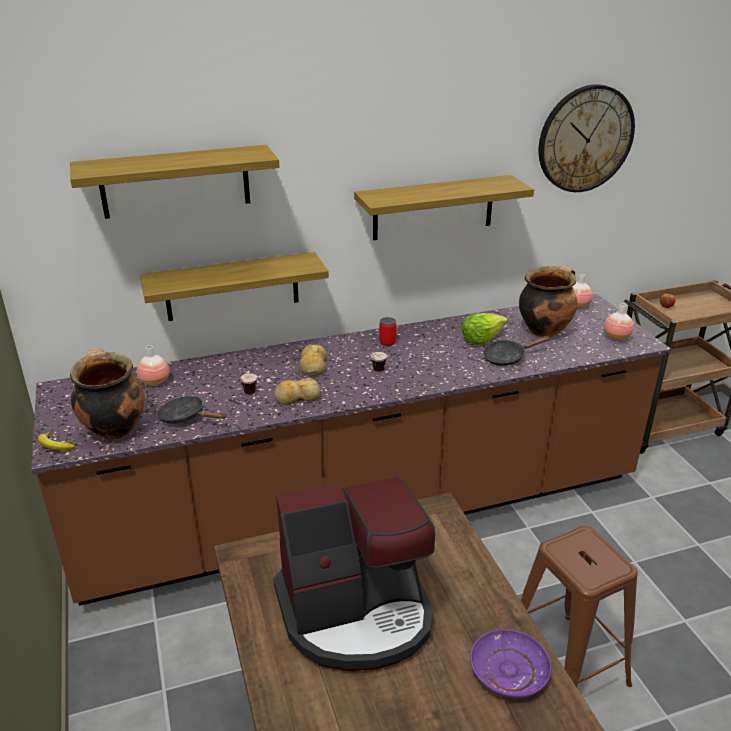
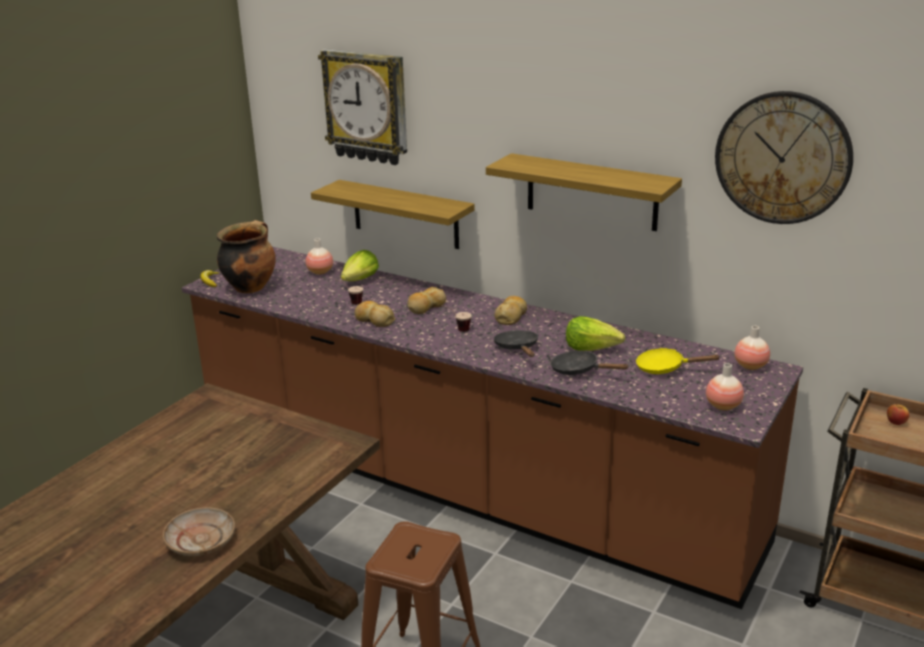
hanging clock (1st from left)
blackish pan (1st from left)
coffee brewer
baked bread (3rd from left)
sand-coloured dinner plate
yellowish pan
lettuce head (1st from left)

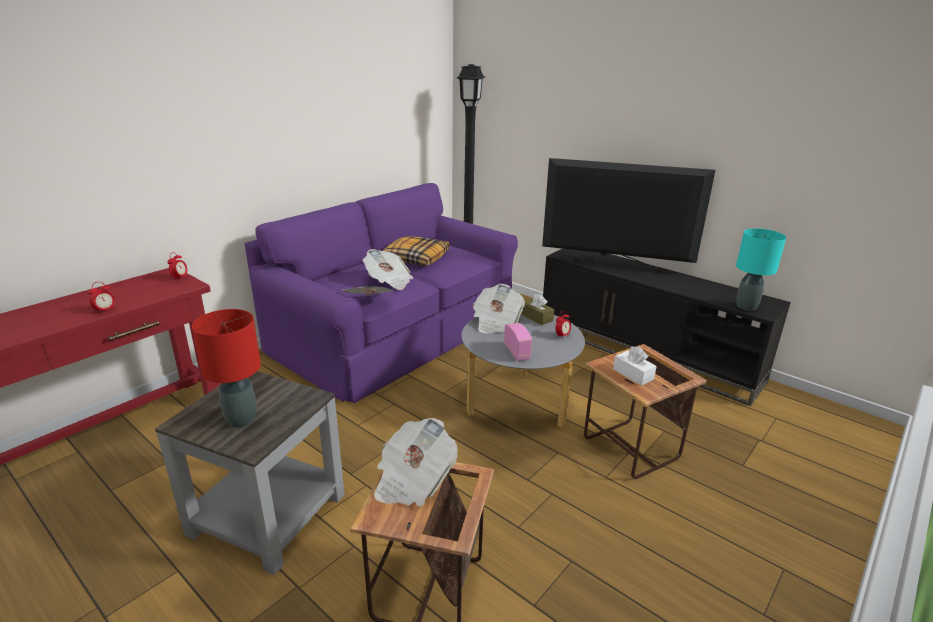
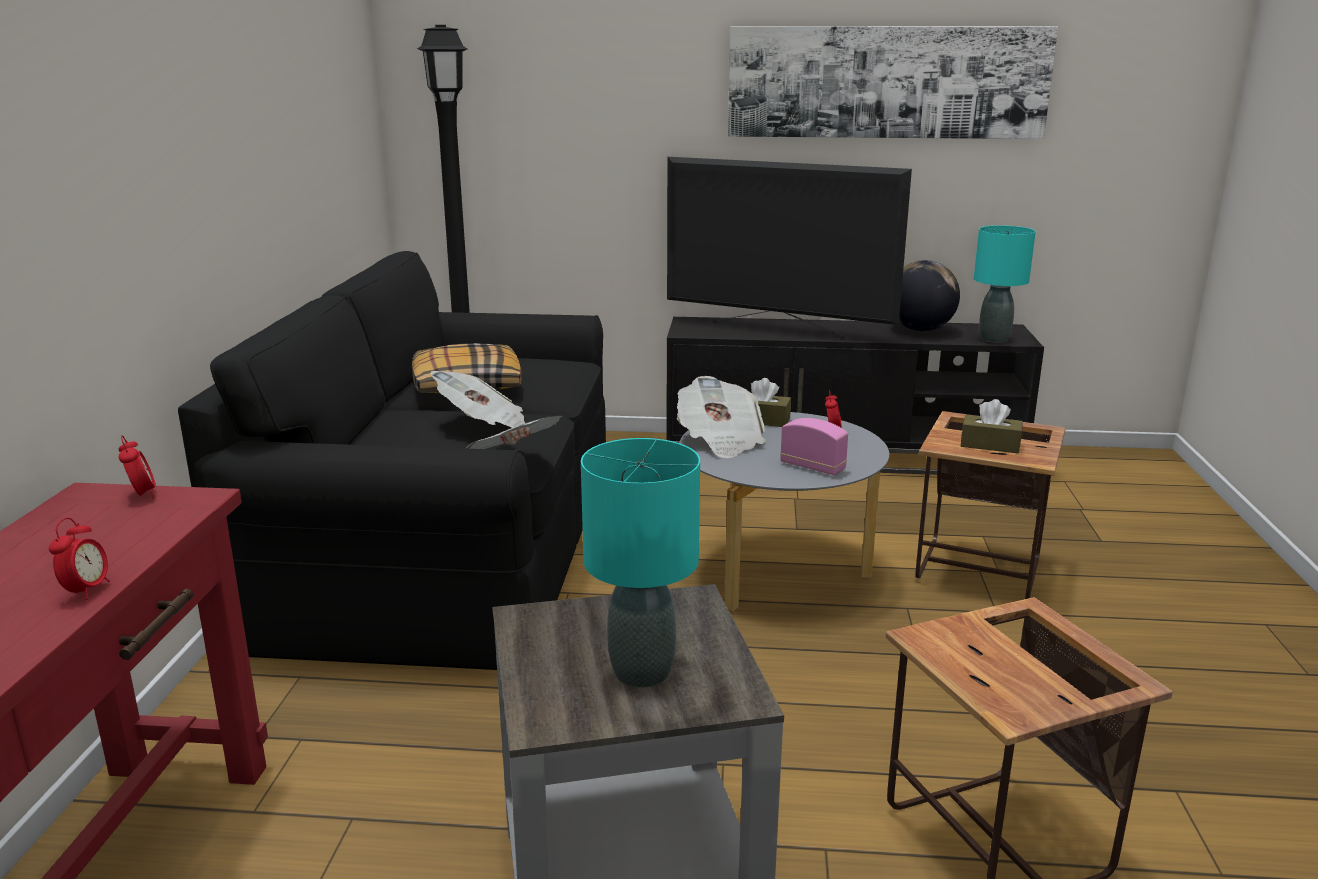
turquoise-coloured lamp for a table (1st from left)
blackish settee
printed paper (3rd from left in the first image)
TV set
brown tissue holder (2nd from left)
picture
globe

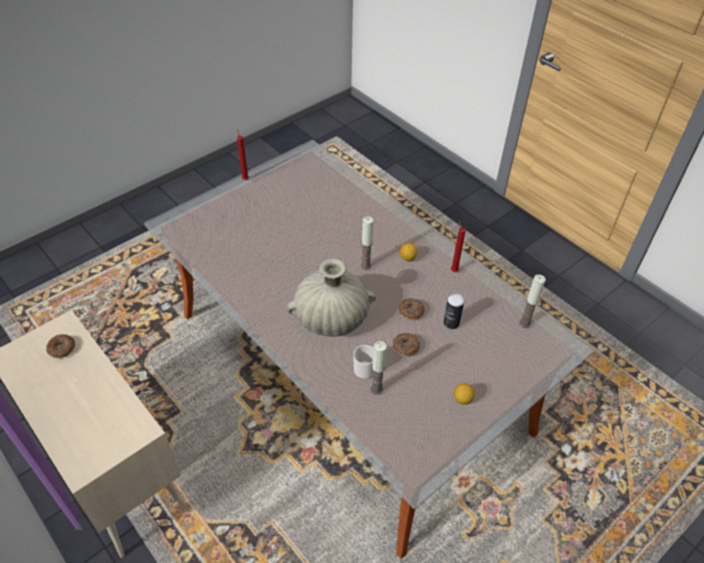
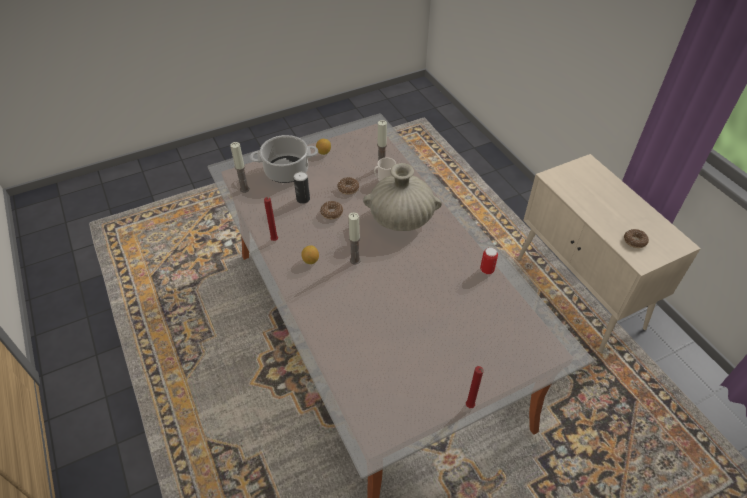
saucepot
sealed can (2nd from left)

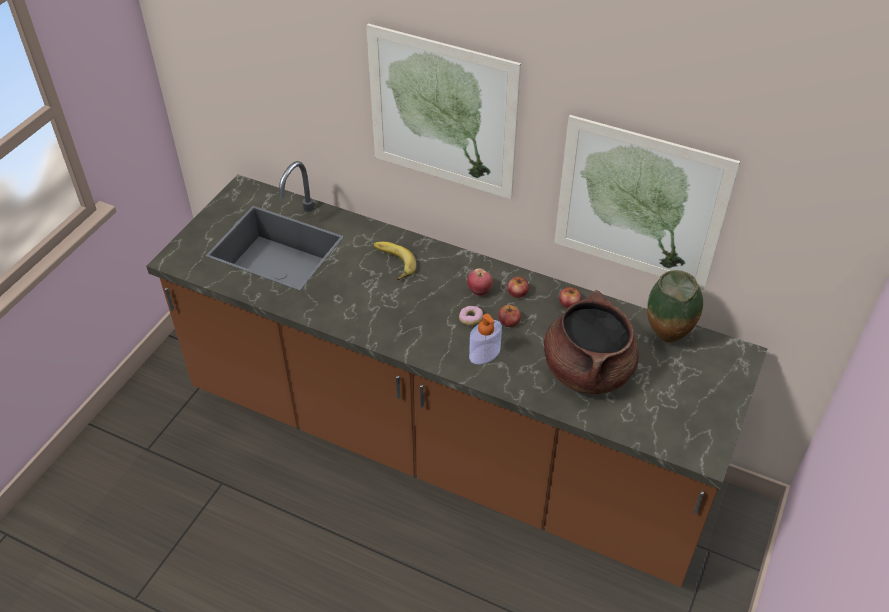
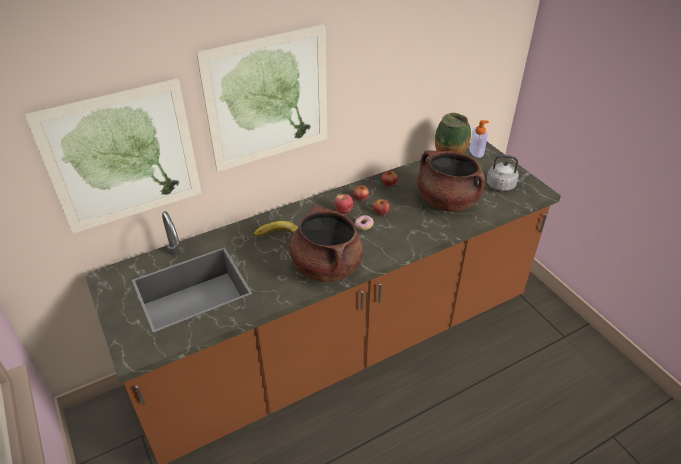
soap bottle
picture (1st from left)
brown saucepot (1st from left)
gray kettle

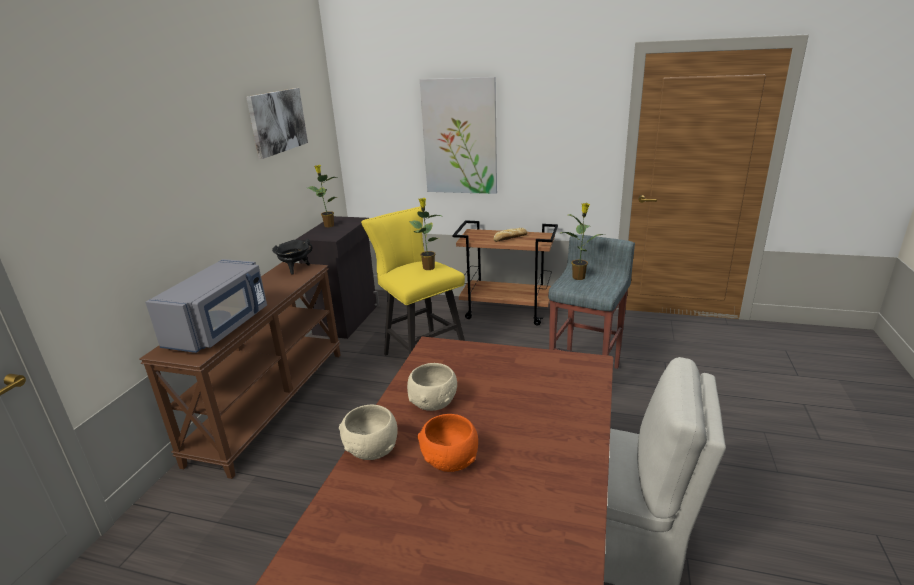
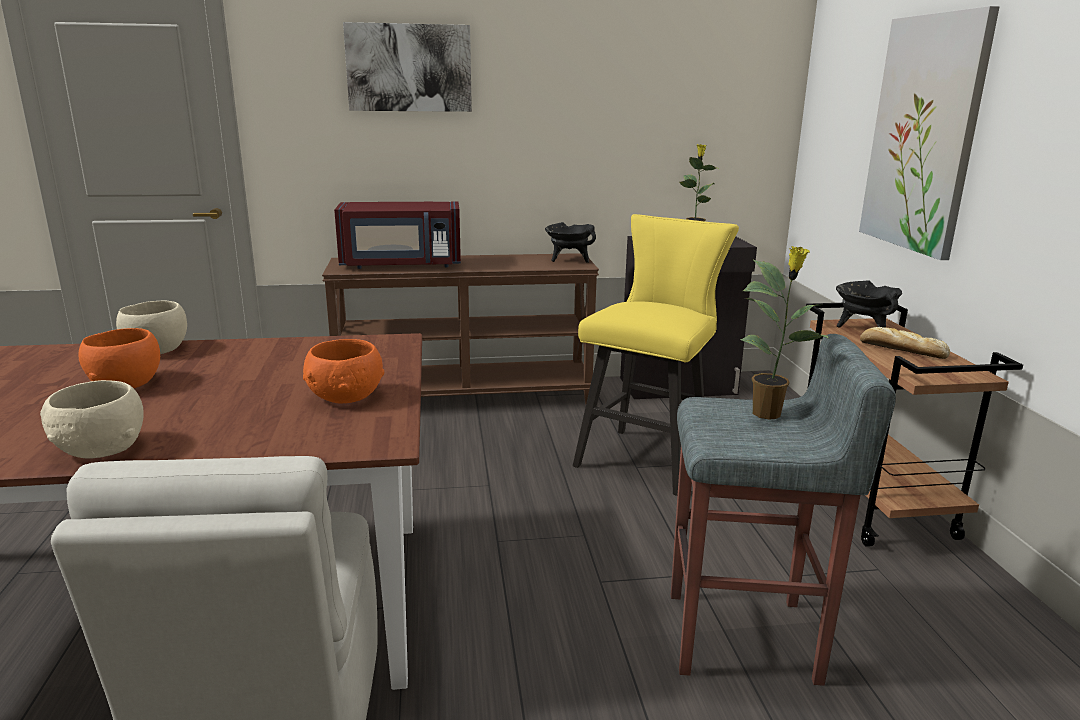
reddish kitchen microwave
picture (1st from left)
sand-coloured bowl (1st from left)
houseplant (2nd from left in the first image)
orangey bowl (2nd from left)
blackish saucepot (2nd from left)

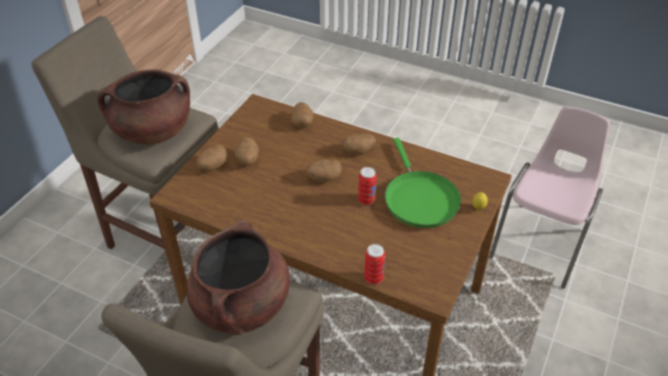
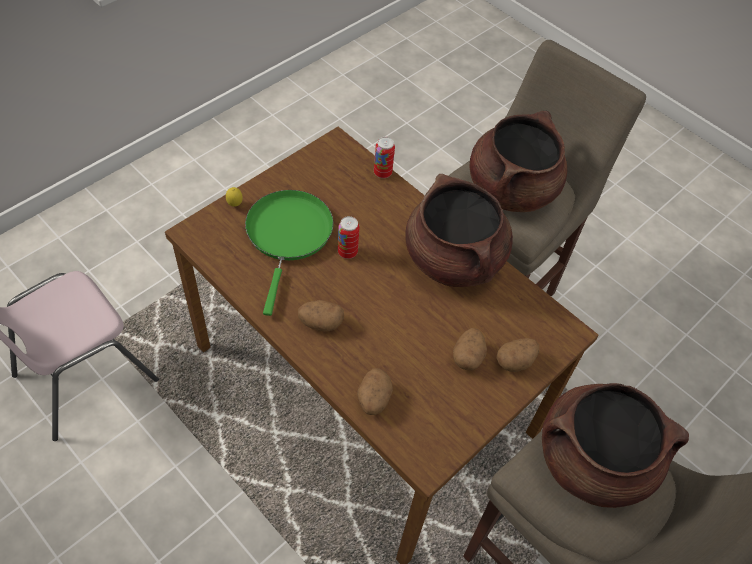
spud (4th from left in the first image)
brown saucepot (1st from left)

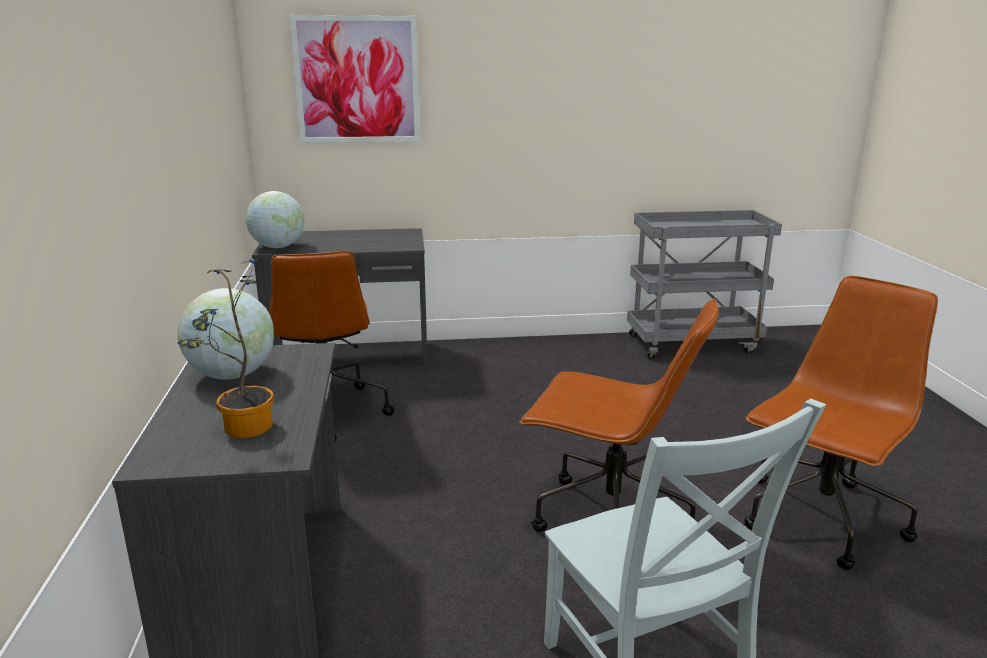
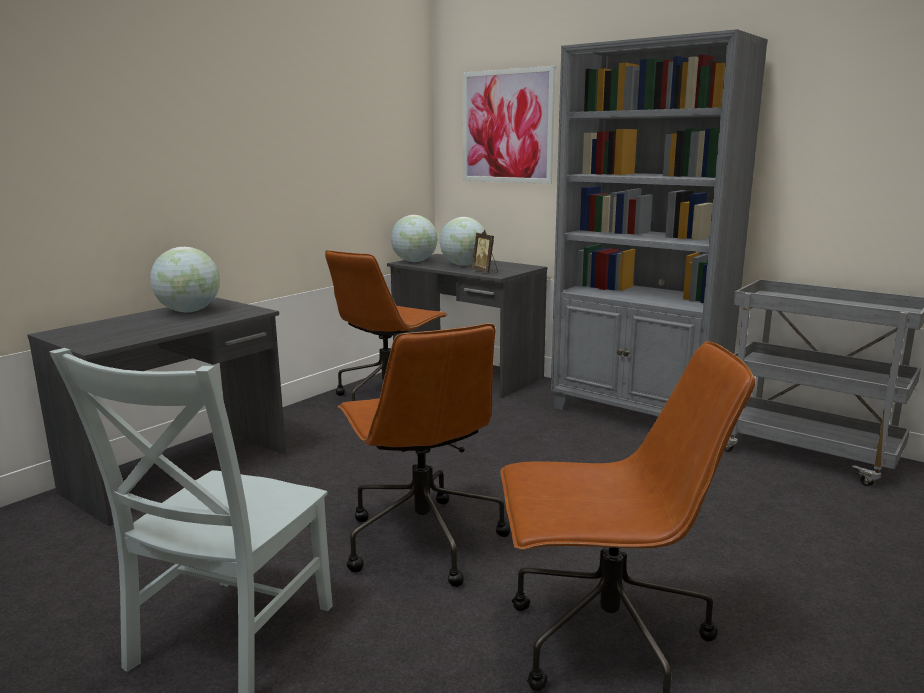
houseplant
globe (3rd from left)
photo frame
gray bookcase

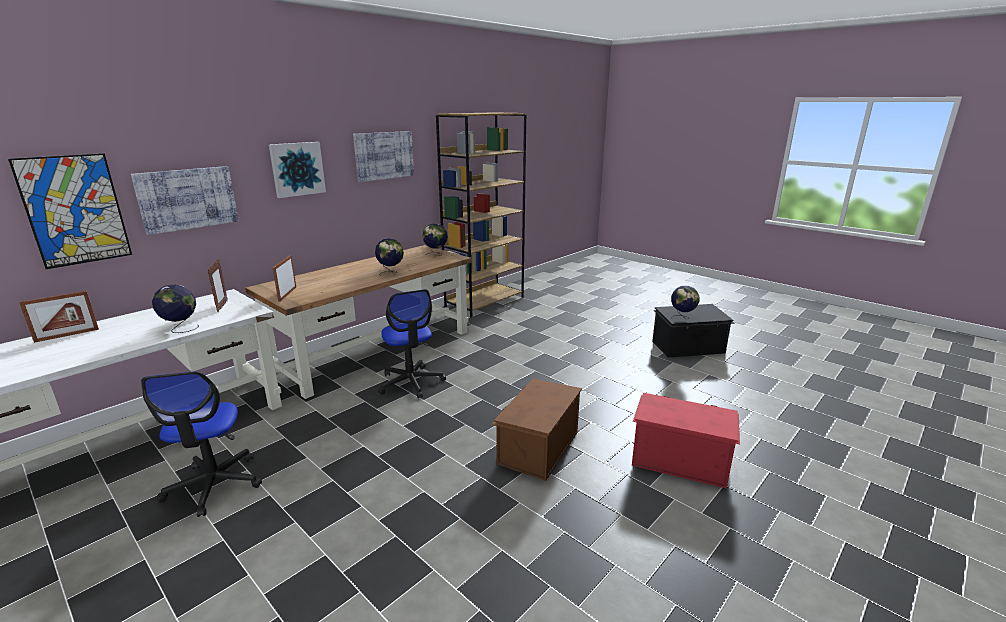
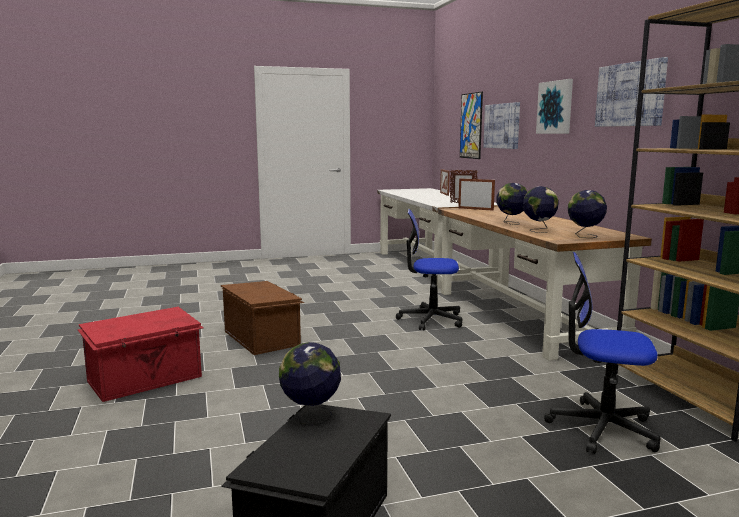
office chair (2nd from left)
globe (3rd from left)

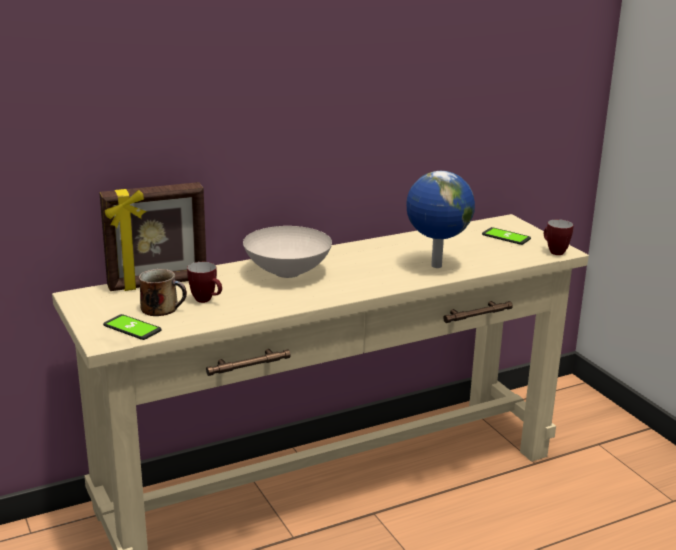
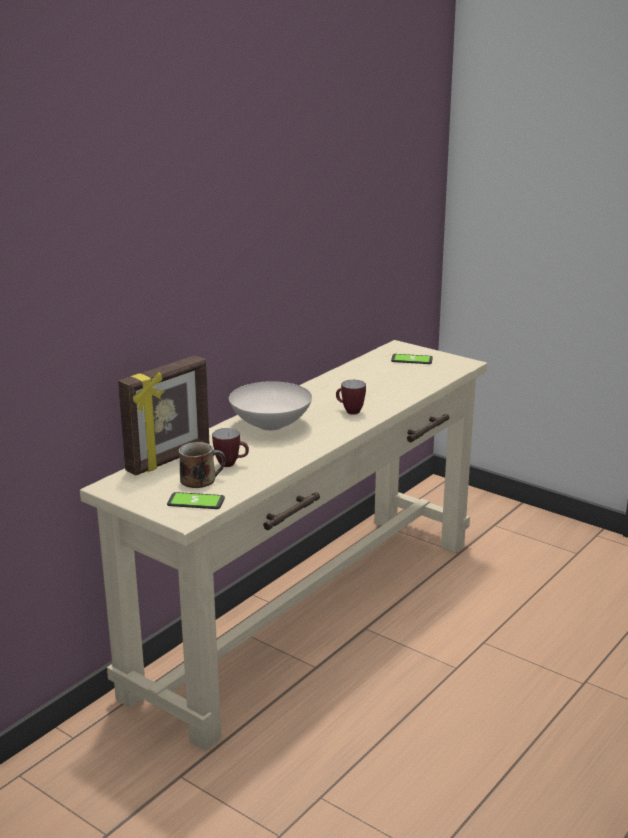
globe
coffee mug (3rd from left)

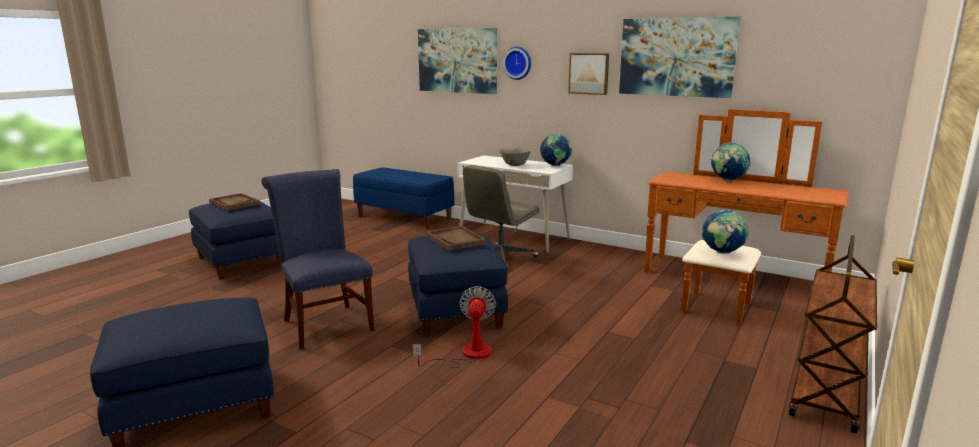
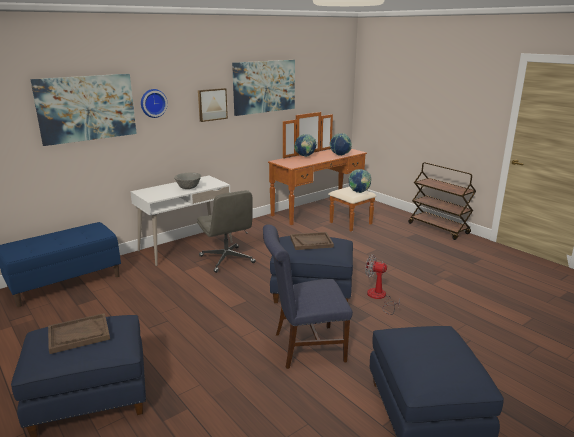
globe (2nd from left)

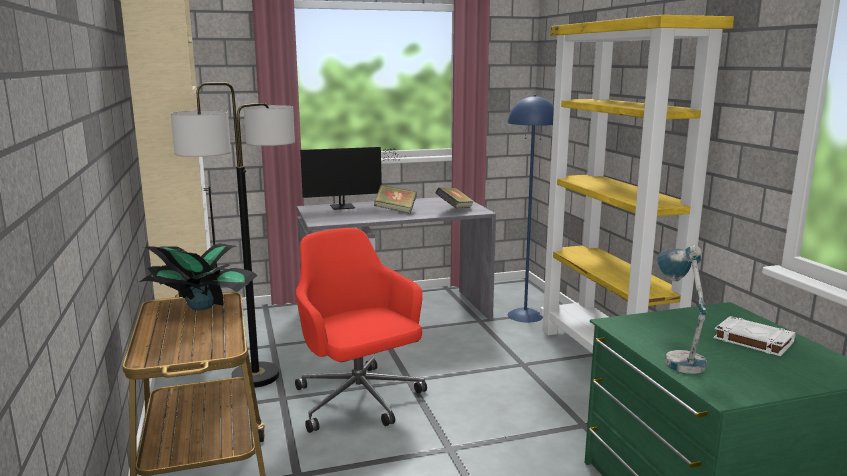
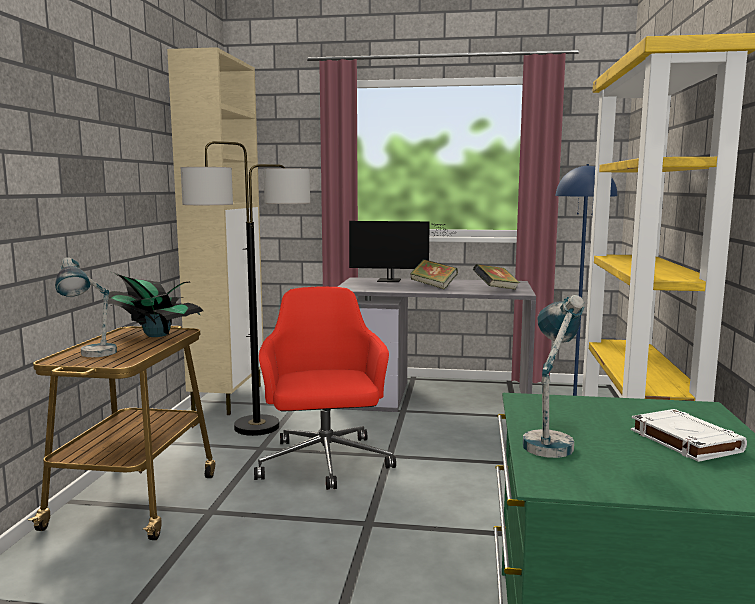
lamp for a table (1st from left)

